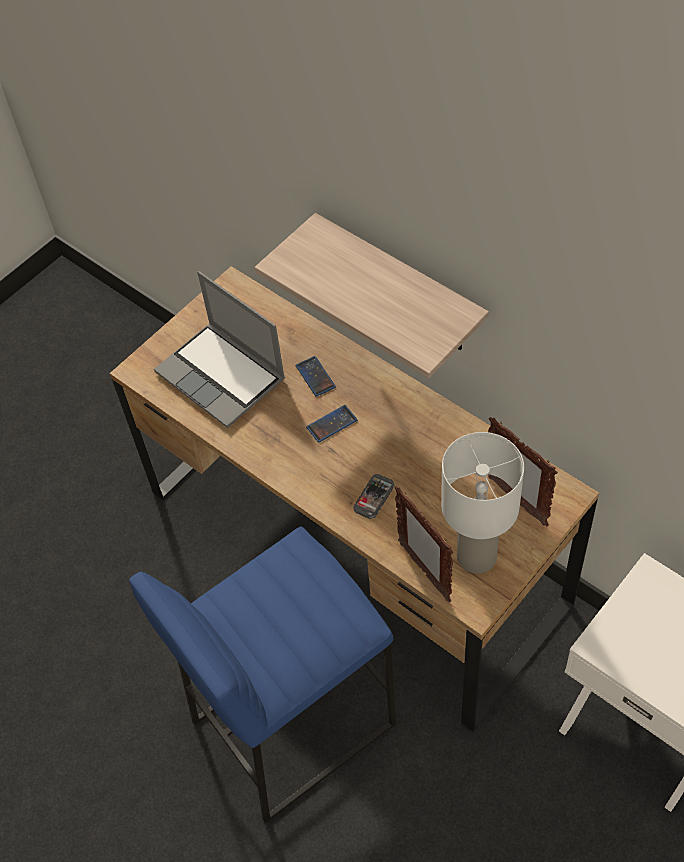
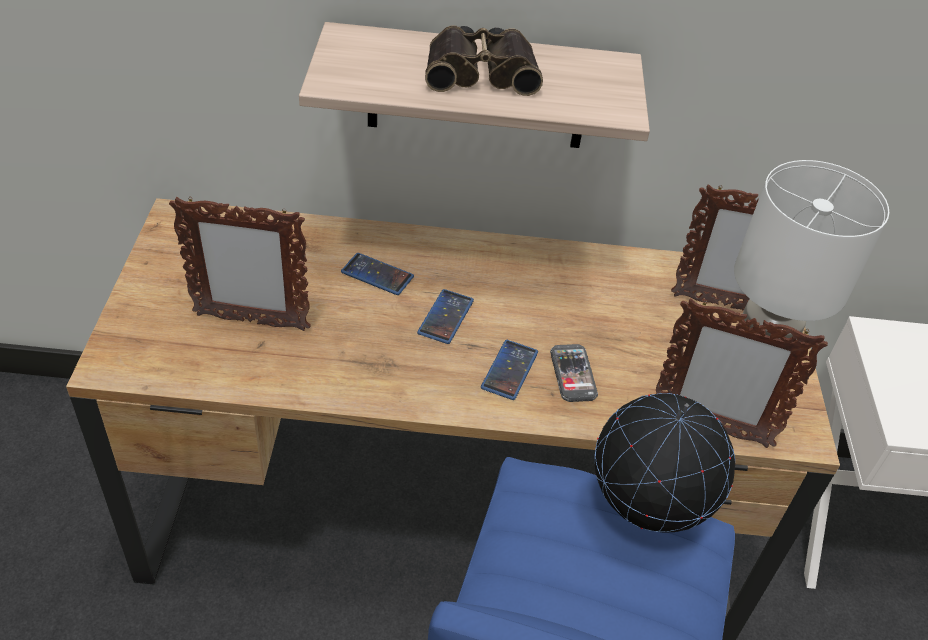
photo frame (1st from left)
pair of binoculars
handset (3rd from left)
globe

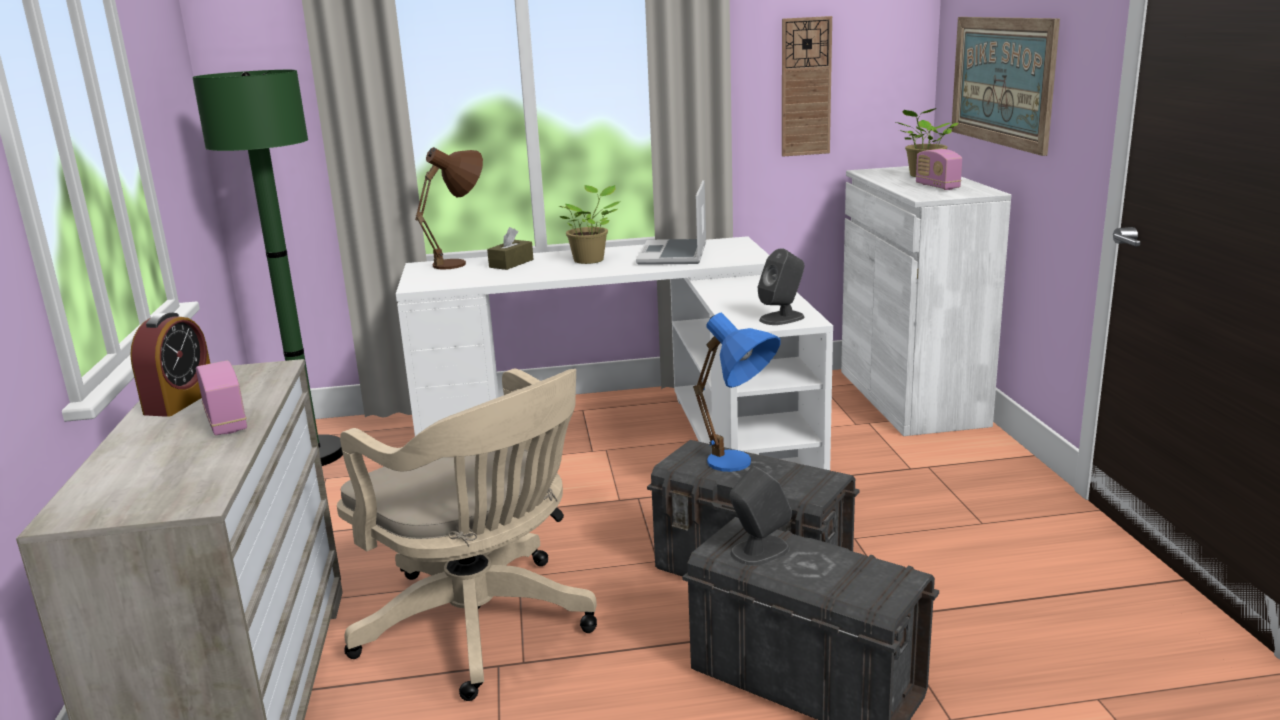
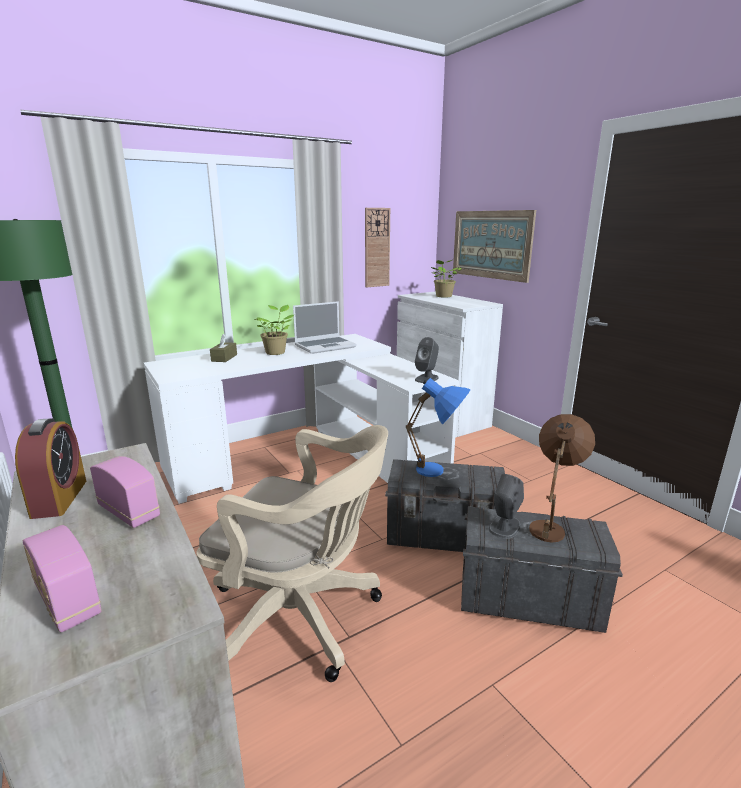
brown lamp for a table
laptop
radio receiver (1st from left)

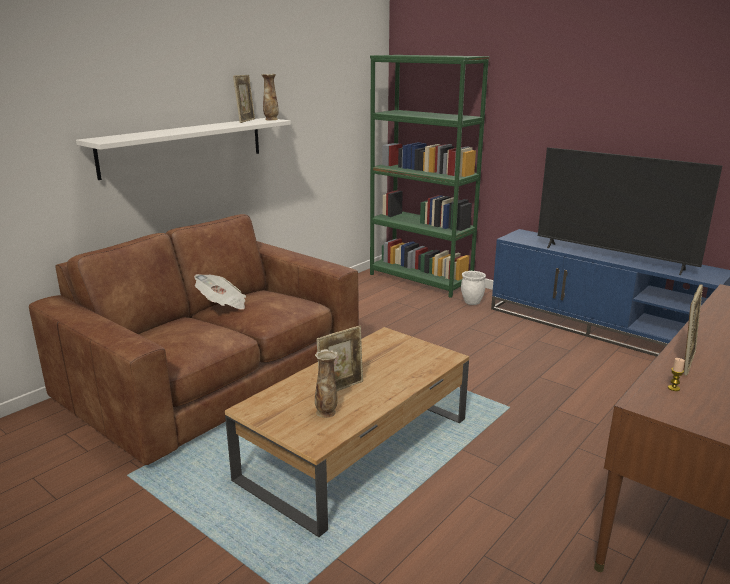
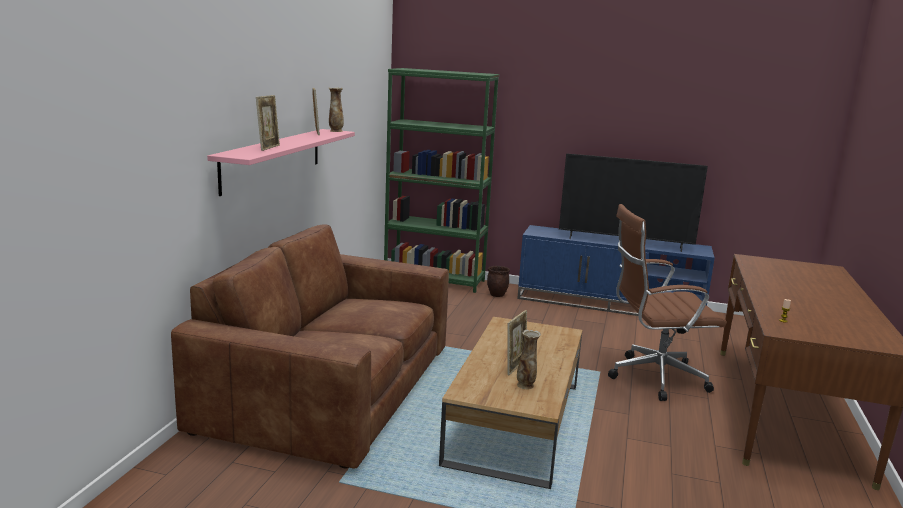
pinkish wall shelf
printed paper
brown flower pot
photo frame (1st from left)
brown office chair

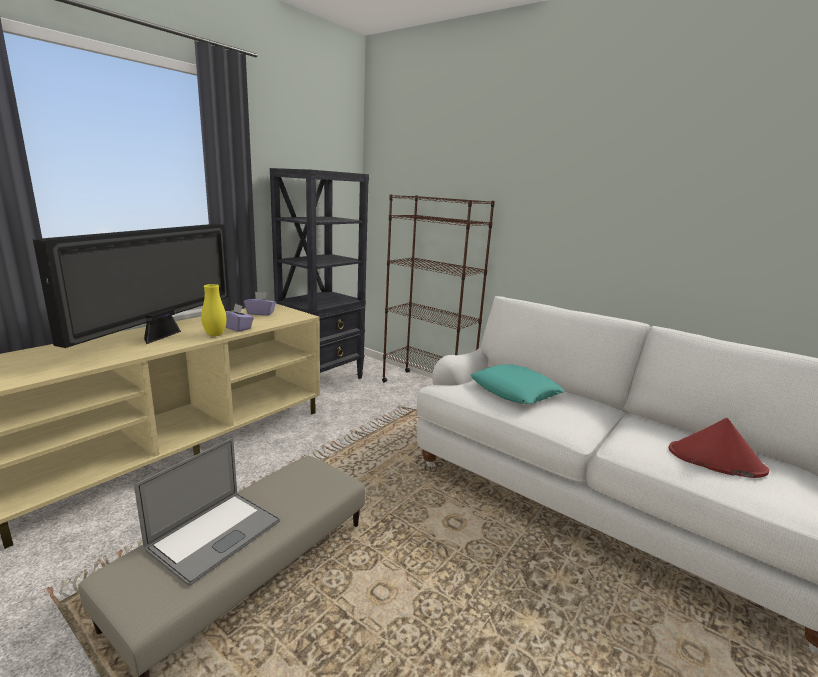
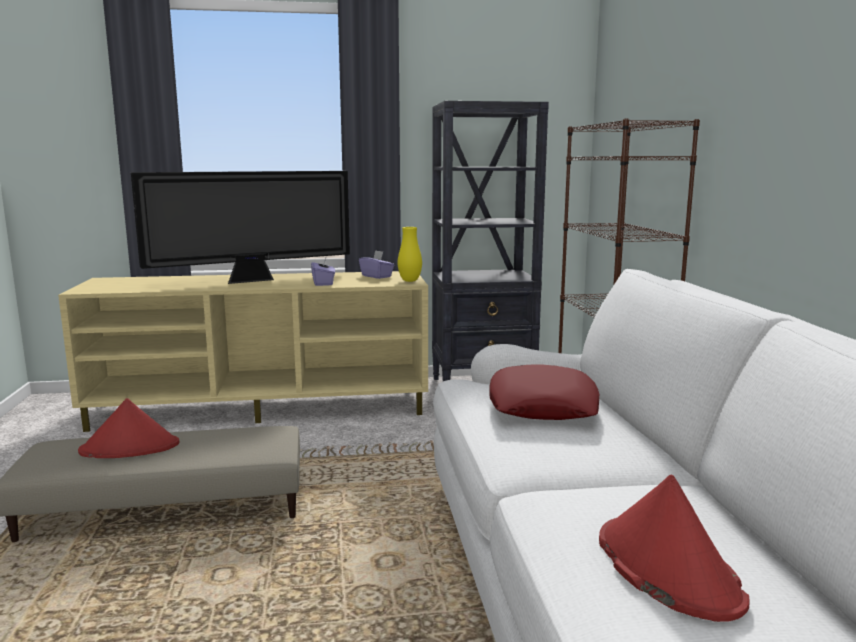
reddish clothing hat (1st from left)
yellowish vase
reddish cushion

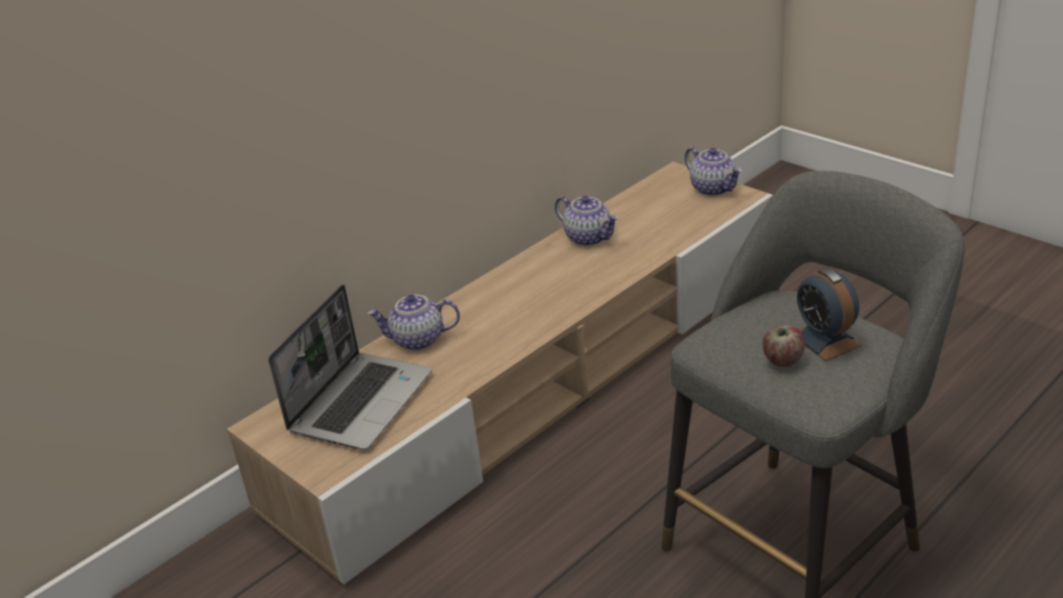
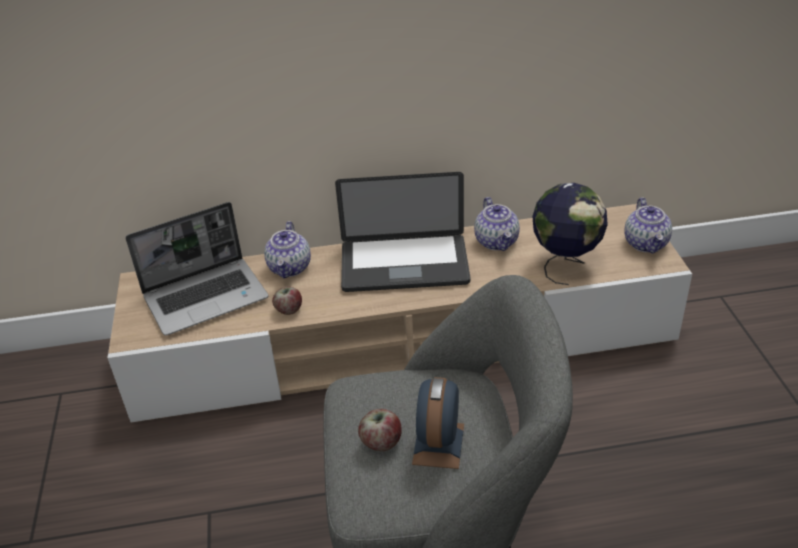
tea pot (1st from left)
apple (1st from left)
laptop (2nd from left)
globe

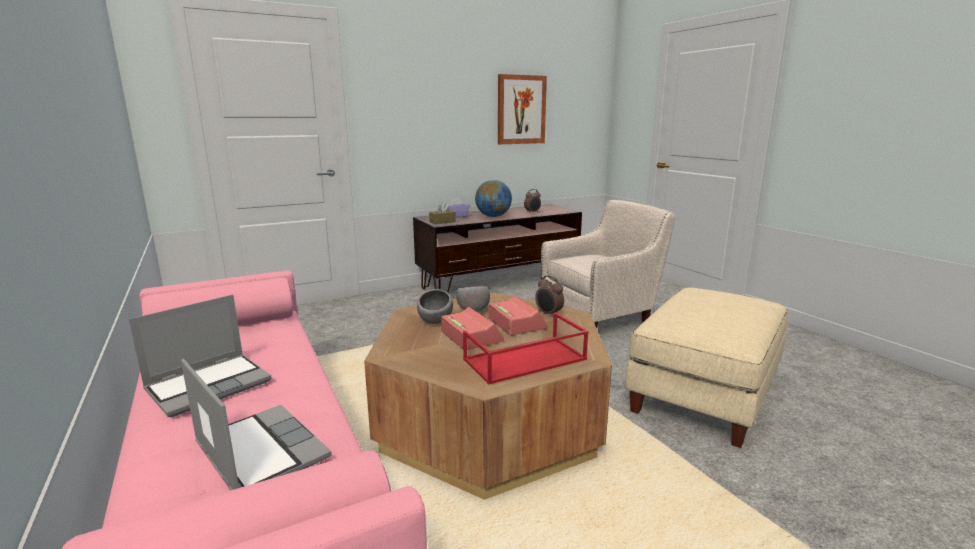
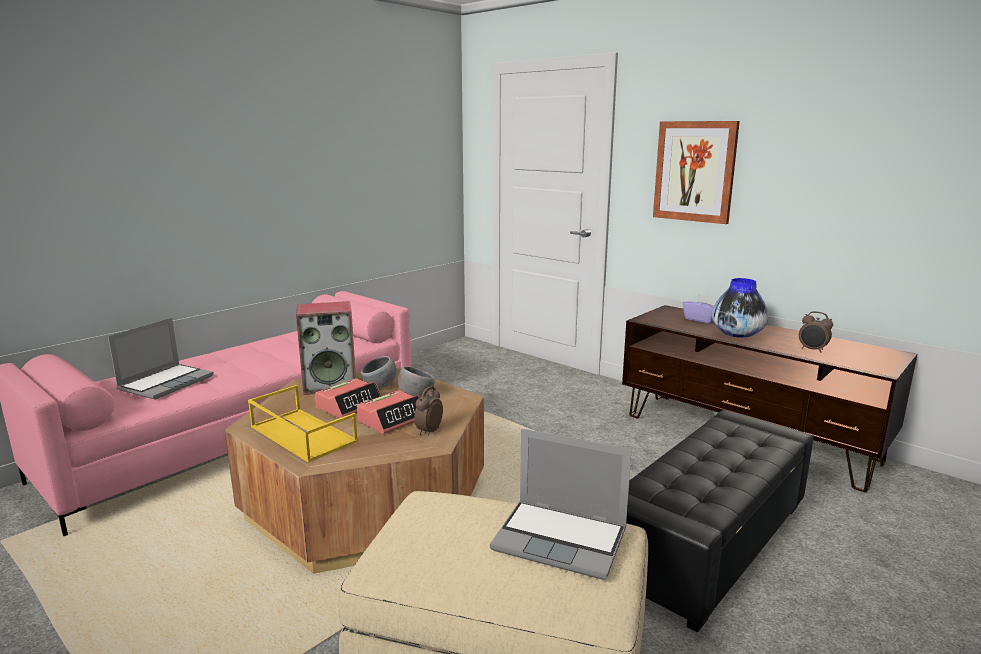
laptop (2nd from left)
brown tissue holder
yellowish carrying tray
vase
picture
blackish footrest
loudspeaker

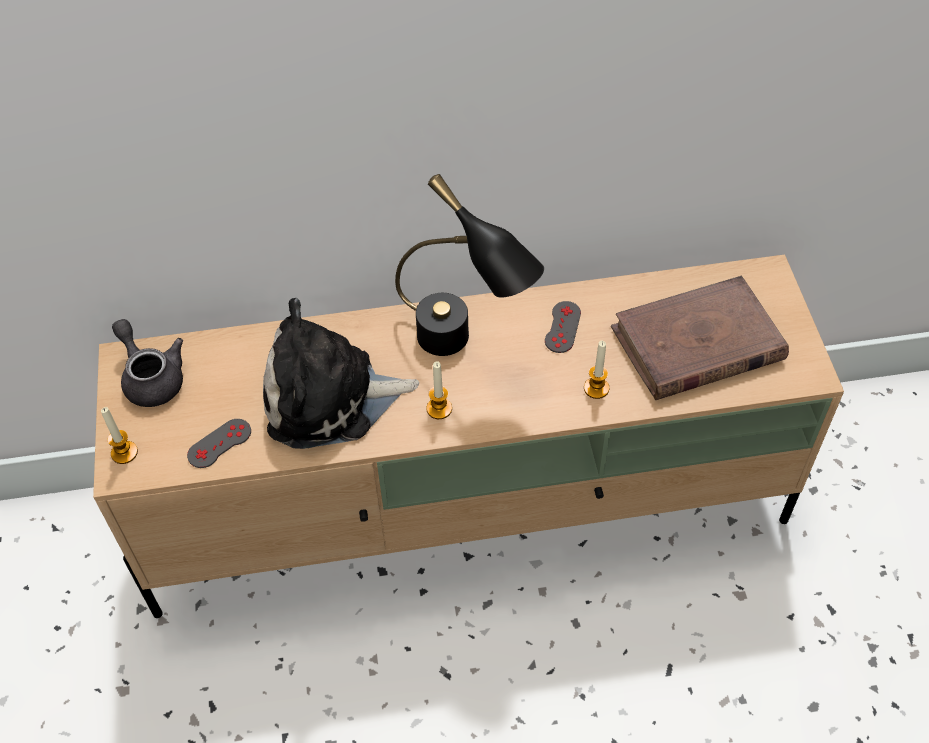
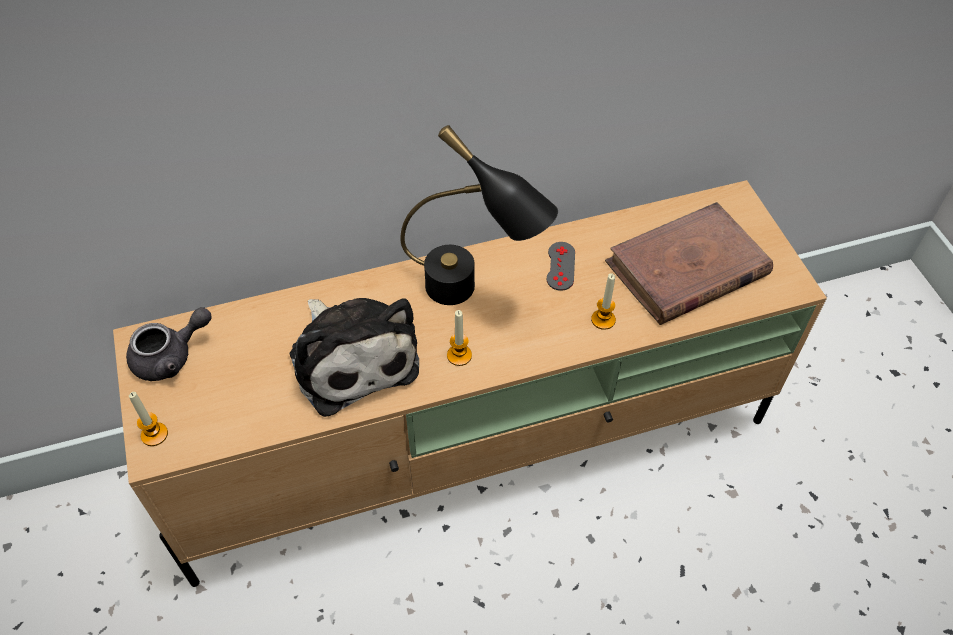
gray tea pot
gray joypad (1st from left in the first image)
cuddly toy

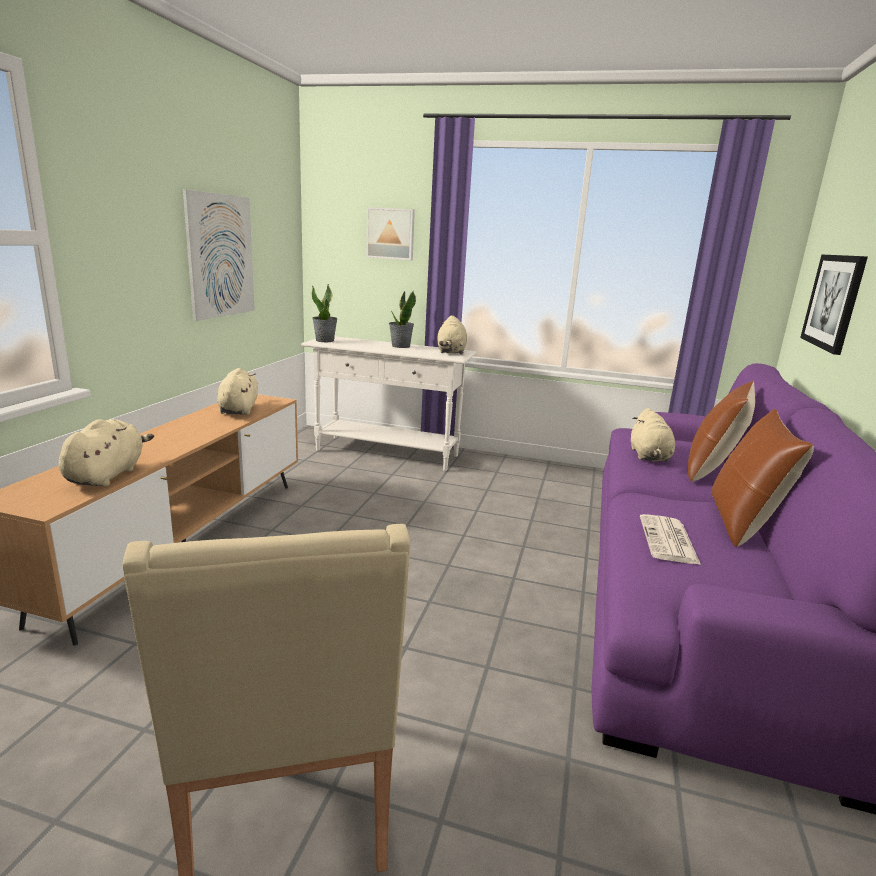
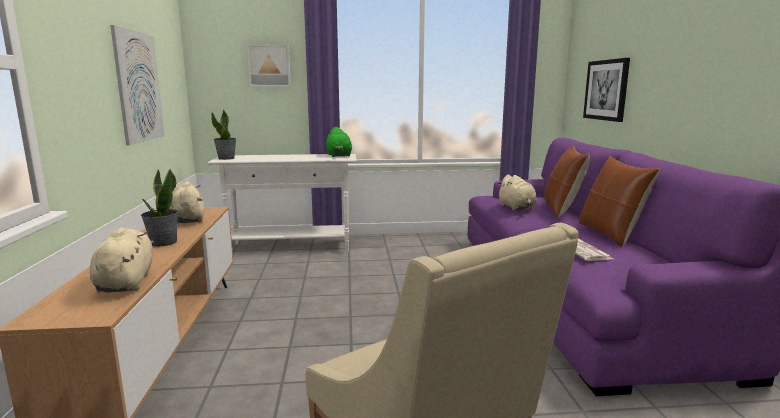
houseplant (1st from left)
green-coloured cuddly toy

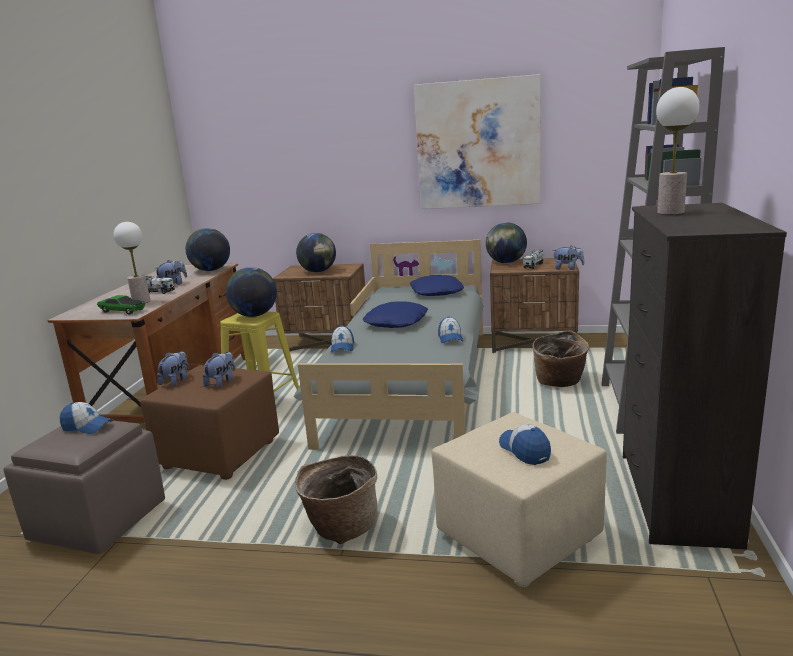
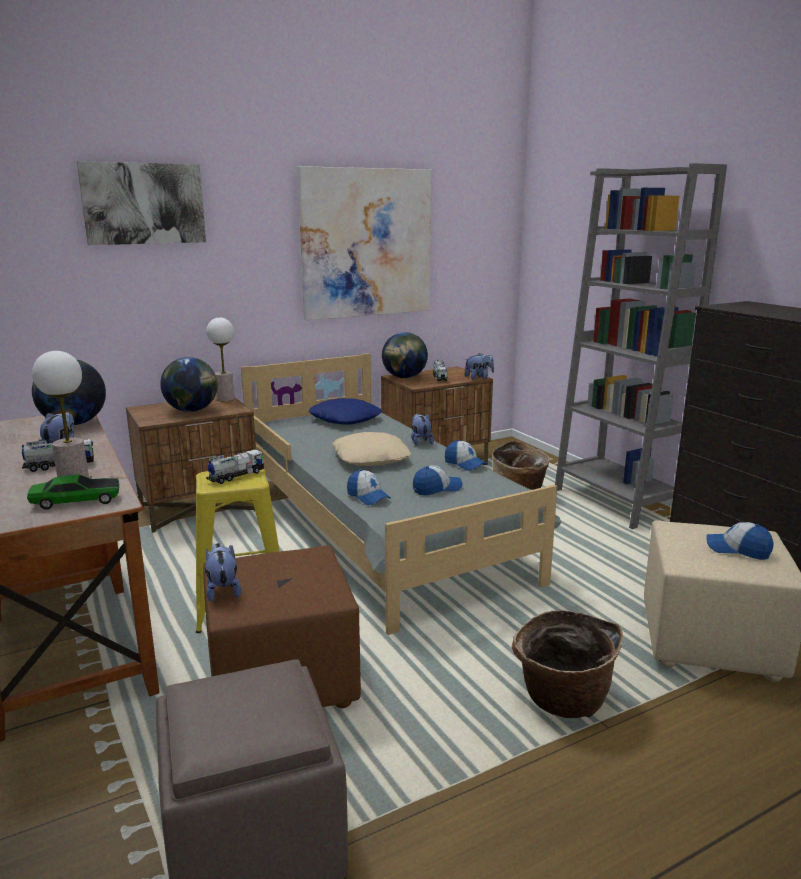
baseball cap (2nd from left)
cuddly toy (3rd from left)
model truck (2nd from left)
sand-coloured cushion
lamp for a table (2nd from left)
picture (1st from left)

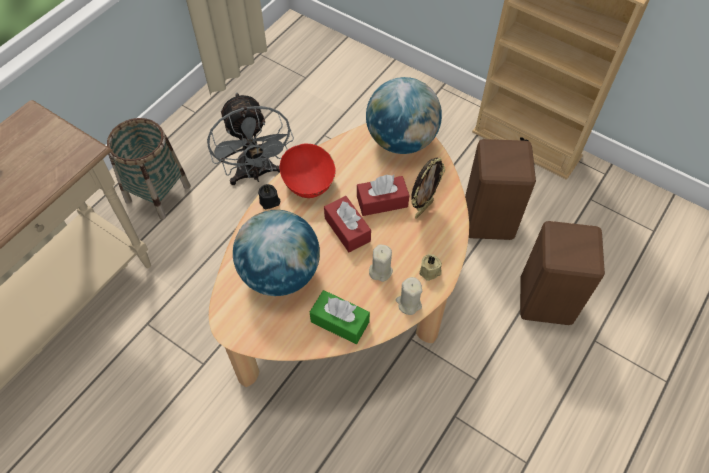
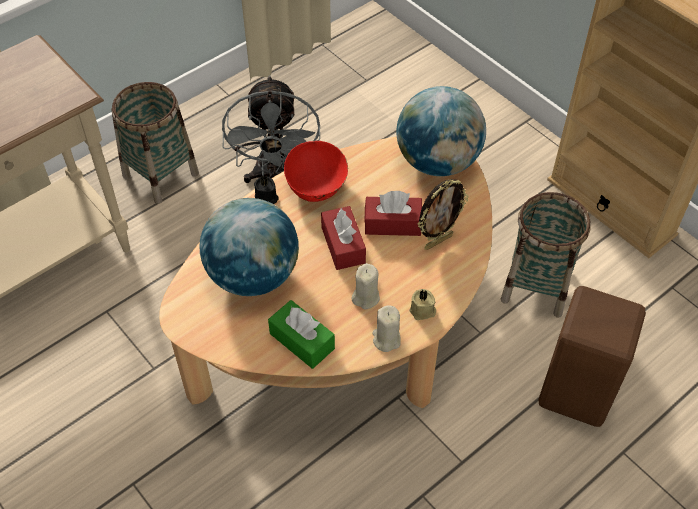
household basket (2nd from left)

